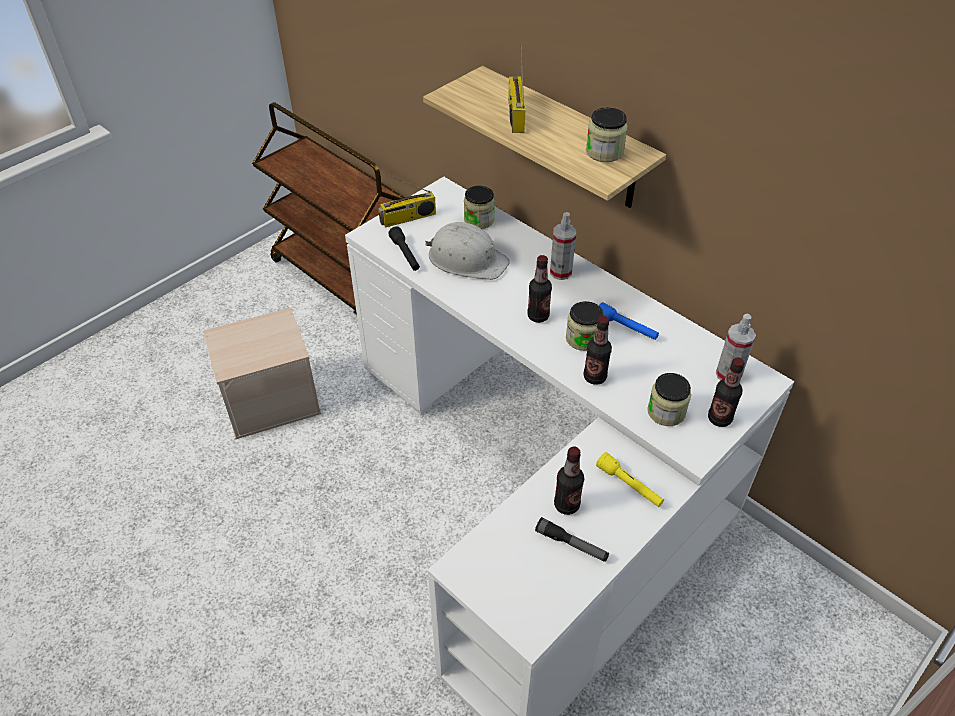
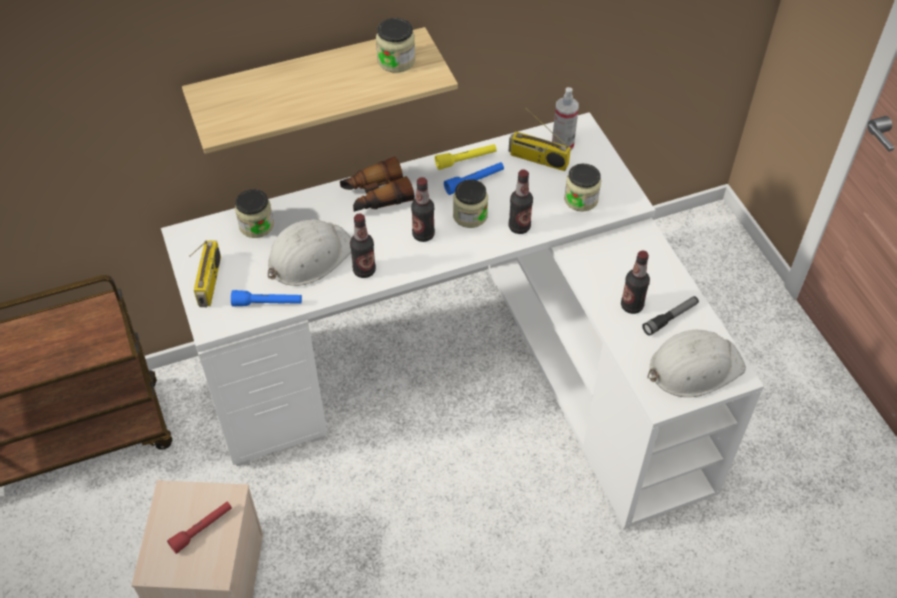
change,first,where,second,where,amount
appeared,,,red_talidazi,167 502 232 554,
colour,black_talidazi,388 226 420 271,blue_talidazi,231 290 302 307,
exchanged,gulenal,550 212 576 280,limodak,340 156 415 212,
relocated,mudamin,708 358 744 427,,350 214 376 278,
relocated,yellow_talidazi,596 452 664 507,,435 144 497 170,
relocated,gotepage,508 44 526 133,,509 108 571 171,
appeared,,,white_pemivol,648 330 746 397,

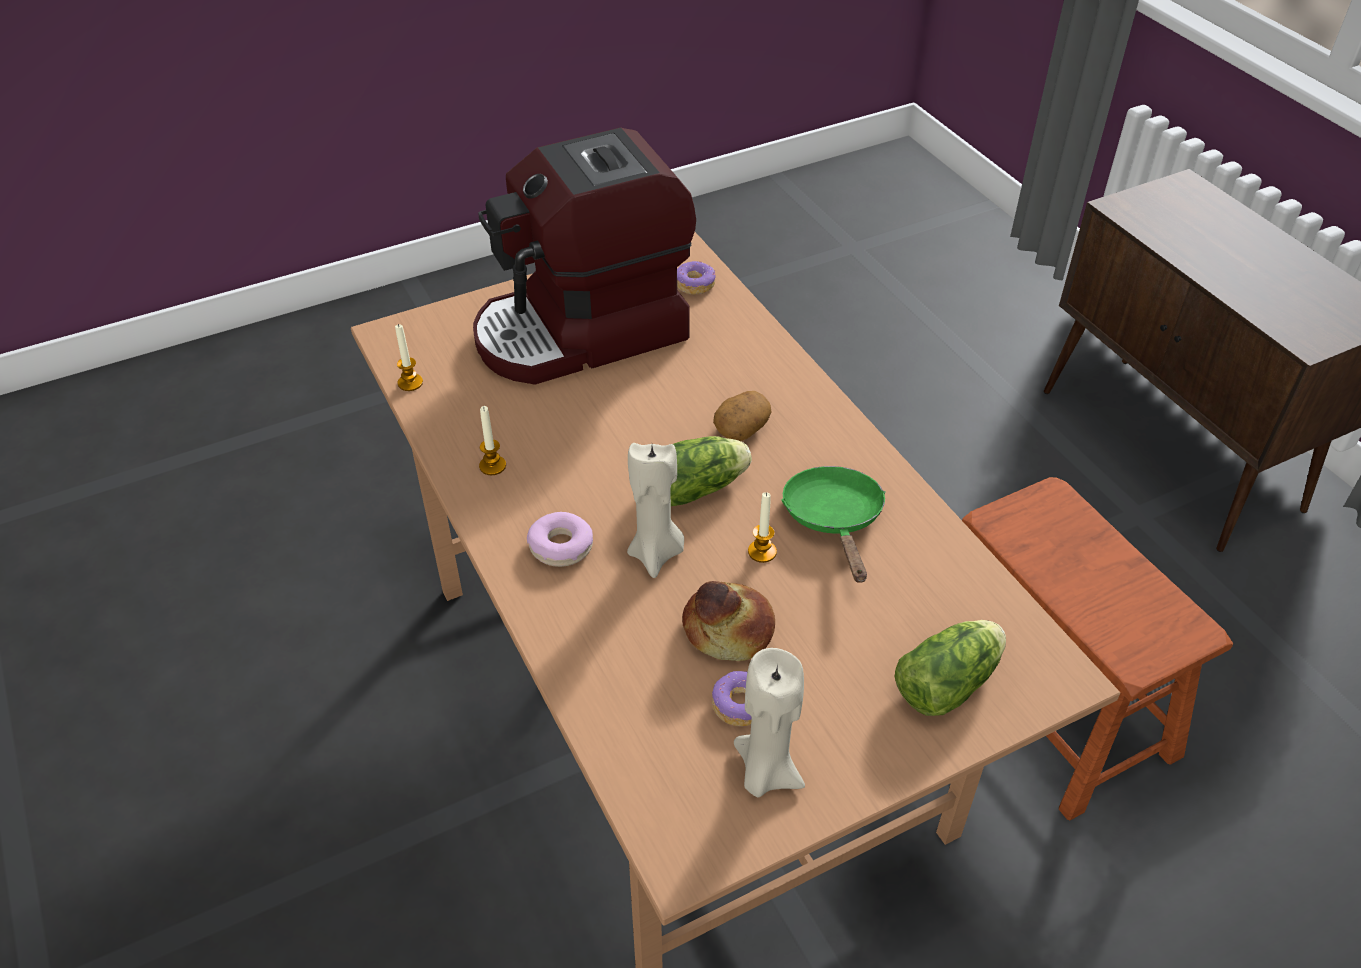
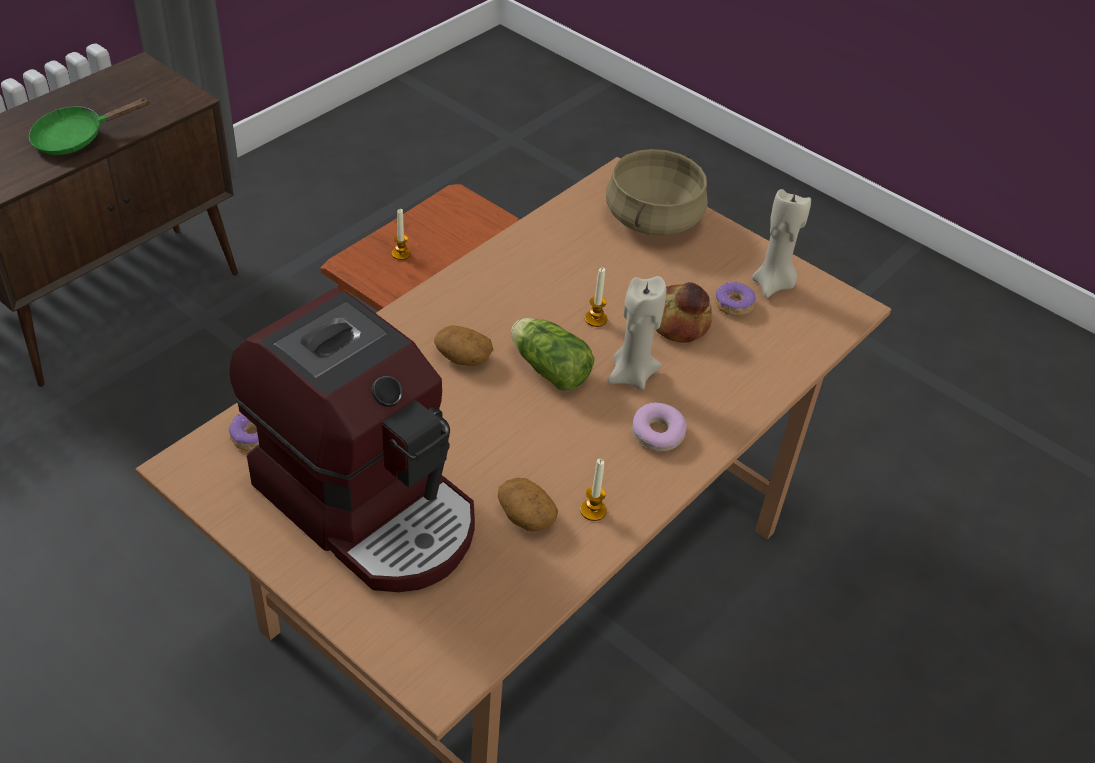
change,first,where,second,where,amount
relocated,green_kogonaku,781 466 886 583,,28 97 151 155,
relocated,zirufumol,395 324 423 391,,392 209 411 260,
appeared,,,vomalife,498 478 558 532,
exchanged,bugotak,895 620 1006 716,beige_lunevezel,606 149 708 236,

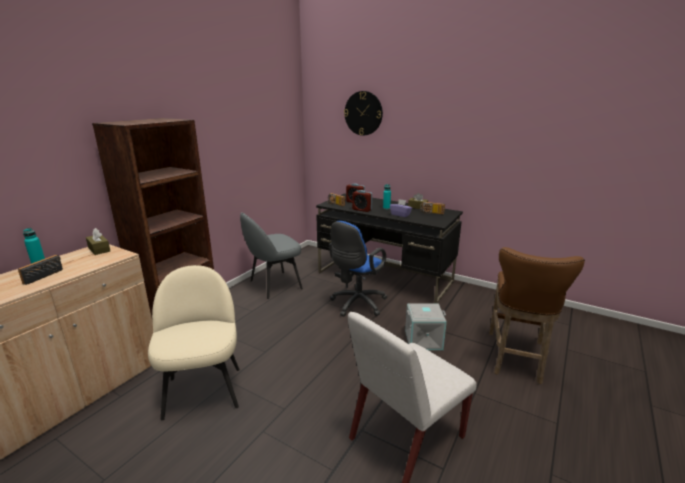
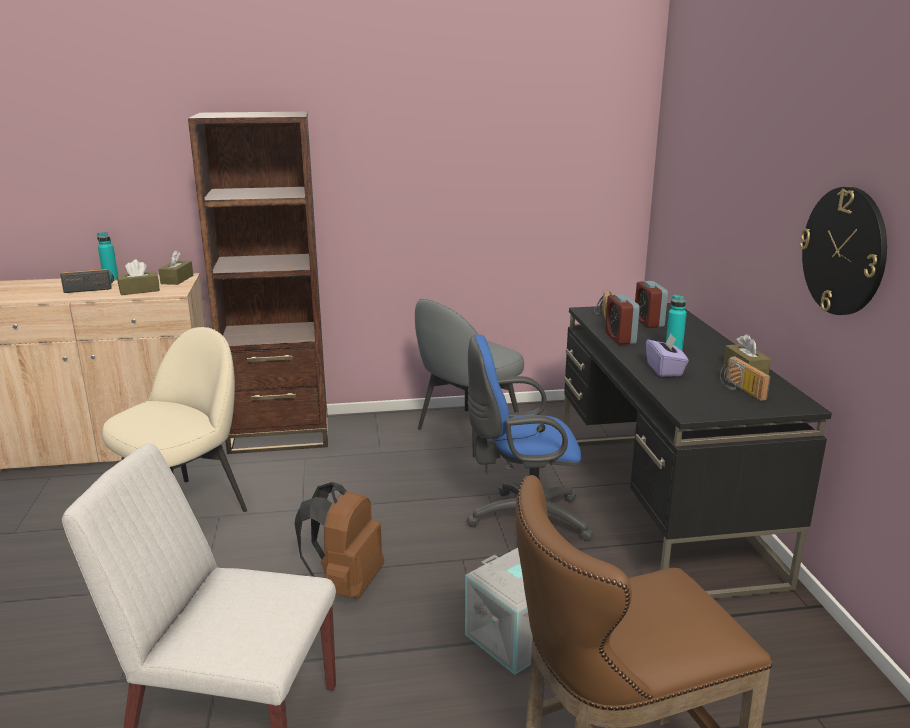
change,first,where,second,where,amount
appeared,,,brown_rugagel,117 260 160 295,
appeared,,,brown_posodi,295 482 384 599,
spun,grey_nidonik,240 212 303 299,,415 299 524 458,60 degrees counterclockwise
relocated,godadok,344 91 383 136,,799 187 887 315,

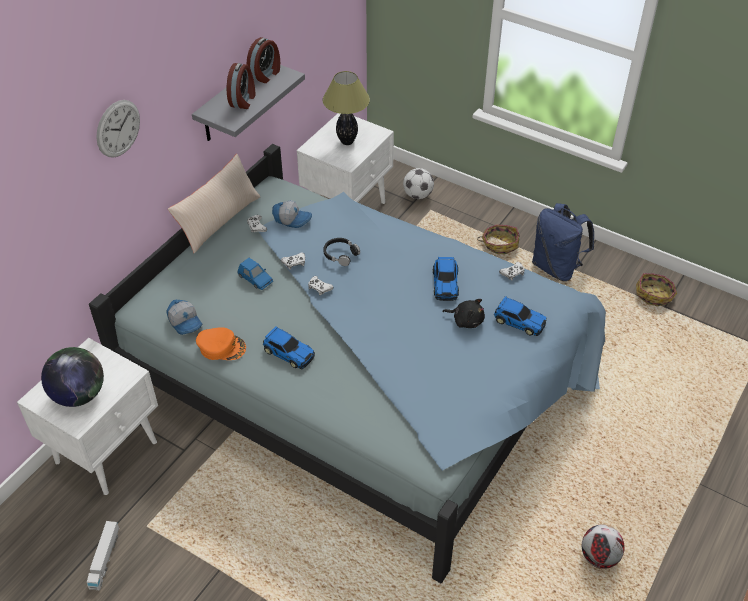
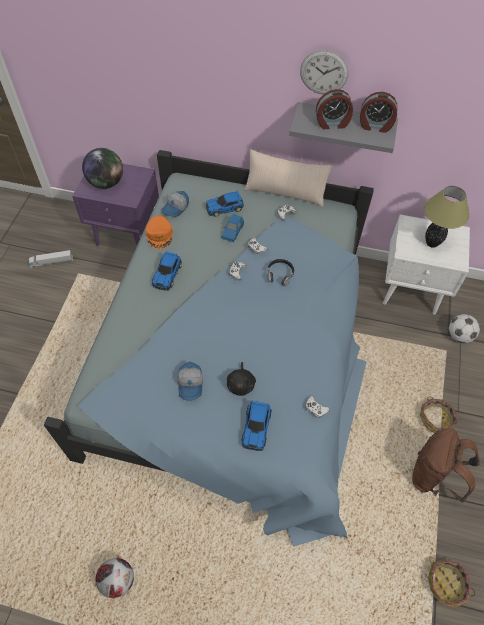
change,first,where,second,where,amount
colour,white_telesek,17 338 158 495,purple_telesek,72 164 159 246,
relocated,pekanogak,272 200 312 228,,177 362 203 401,
relocated,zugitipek,433 257 459 301,,206 191 244 217,
relocated,godadok,96 100 140 158,,300 50 349 94,
colour,blue_posodi,532 203 594 281,brown_posodi,412 428 480 503,

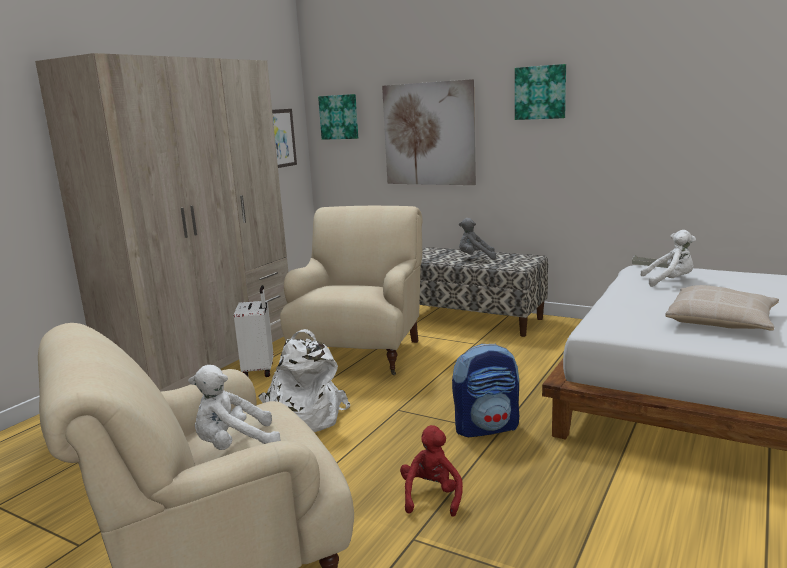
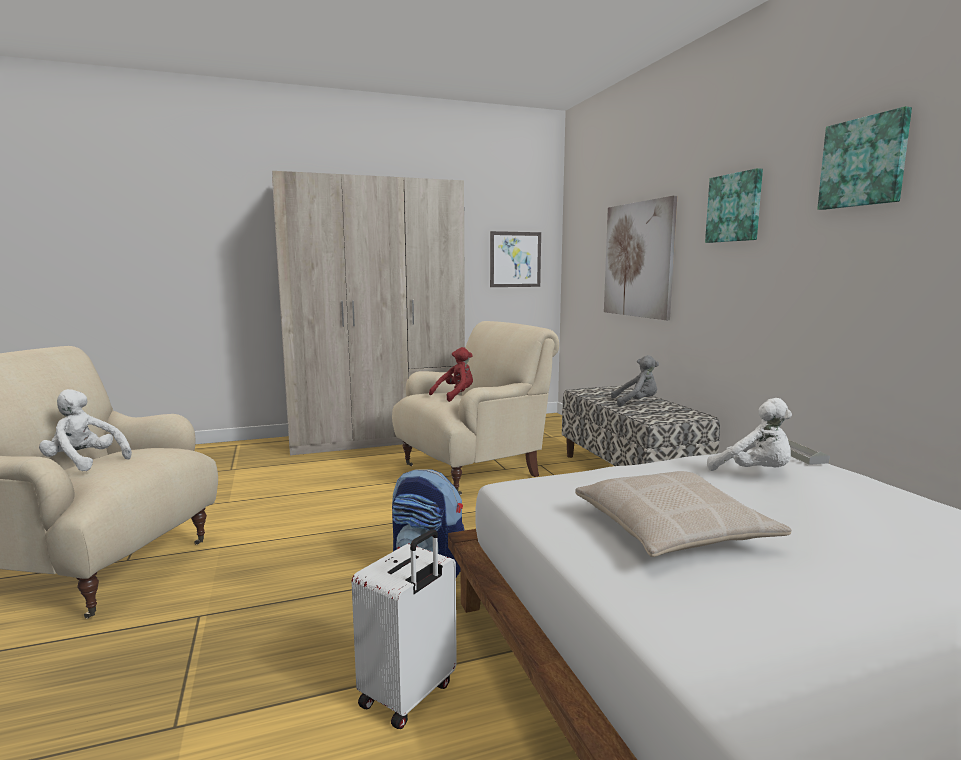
change,first,where,second,where,amount
relocated,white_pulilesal,234 285 274 377,,351 529 457 729,
relocated,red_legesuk,400 425 463 517,,429 347 473 402,
spun,grey_legesuk,459 218 496 259,,611 355 659 407,135 degrees clockwise
relocated,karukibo,318 94 358 140,,817 106 912 210,
missing,white_posodi,258 329 350 432,,,

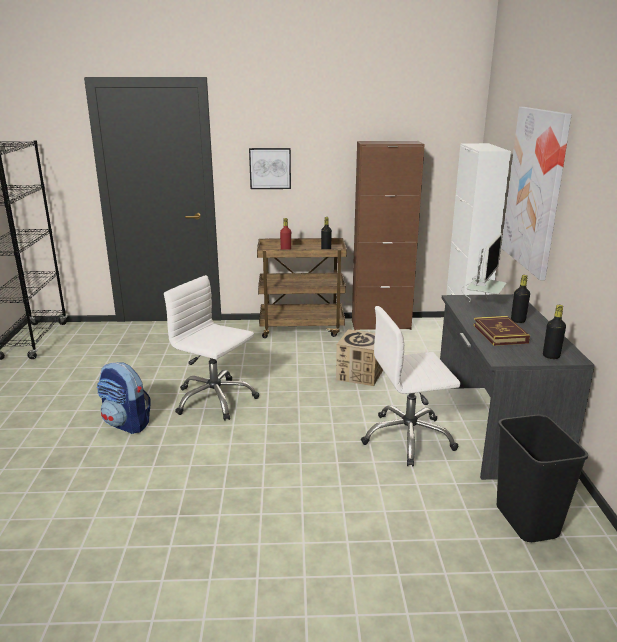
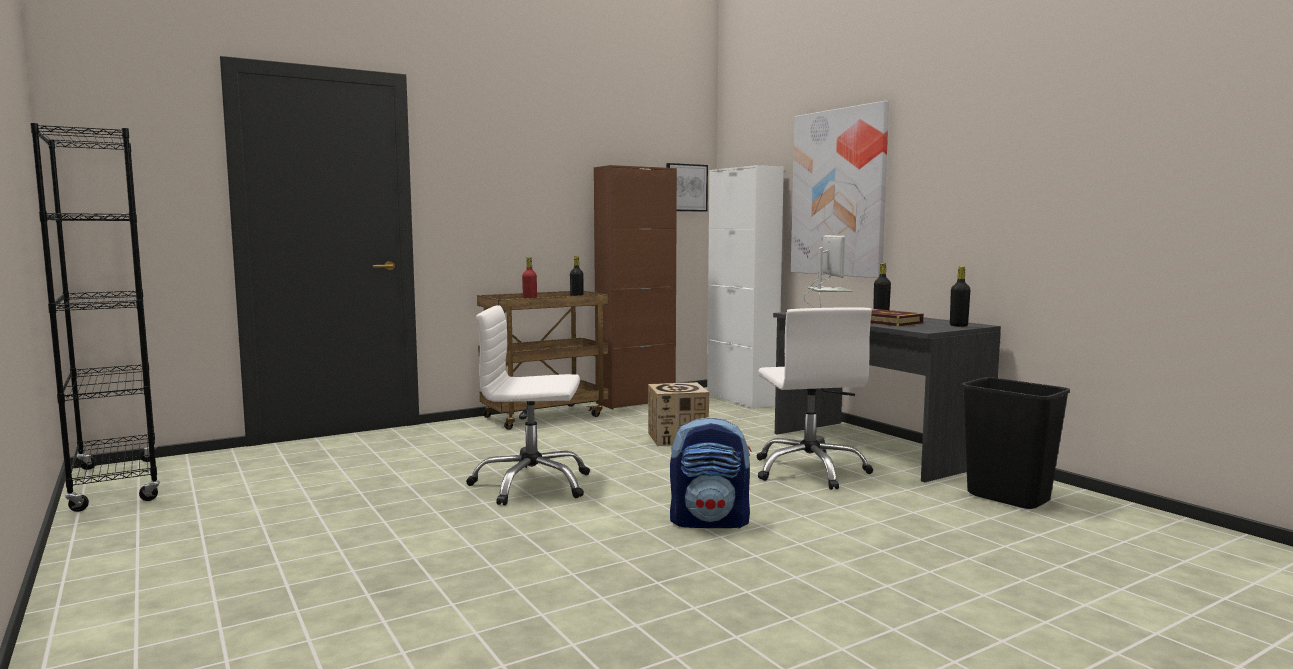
change,first,where,second,where,amount
relocated,karukibo,249 148 291 189,,666 163 708 212,
relocated,posodi,97 362 150 434,,670 417 751 529,
spun,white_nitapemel,361 306 460 467,,757 307 873 490,60 degrees counterclockwise

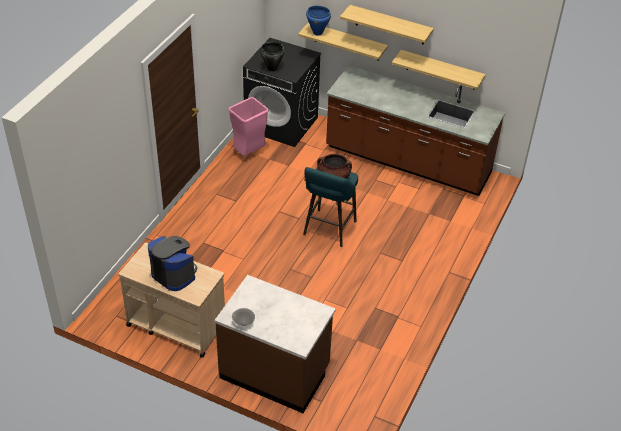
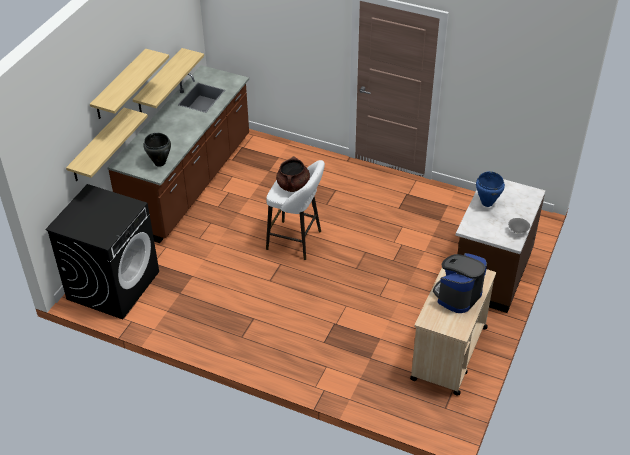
change,first,where,second,where,amount
relocated,black_lunevezel,260 42 285 71,,143 133 171 167,
colour,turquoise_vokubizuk,303 167 358 247,white_vokubizuk,266 160 325 260,
relocated,blue_lunevezel,306 6 331 35,,476 171 505 207,
missing,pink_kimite,228 97 269 156,,,

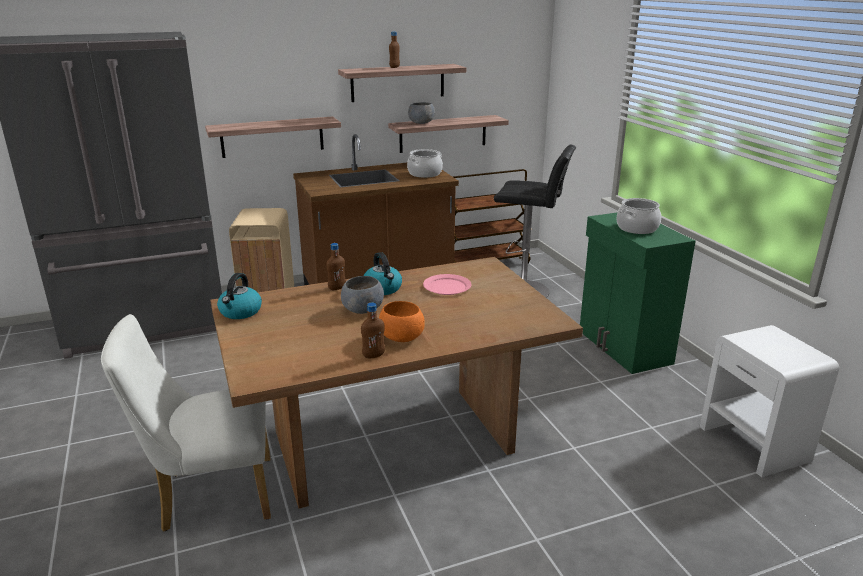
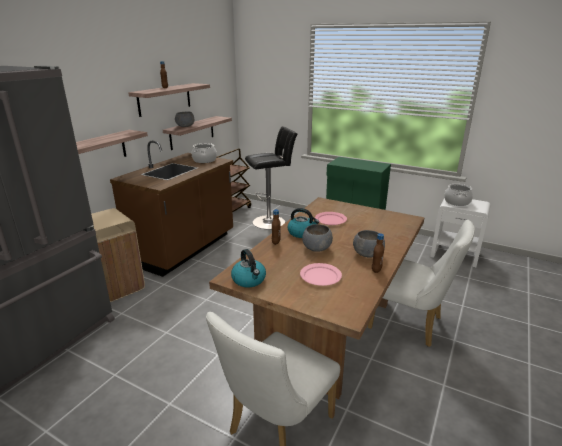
change,first,where,second,where,amount
appeared,,,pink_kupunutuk,300 263 342 286,
colour,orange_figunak,379 301 425 342,grey_figunak,353 230 385 257,
appeared,,,white_nidonik,368 220 474 347,
relocated,lunevezel,617 198 661 234,,444 184 473 206,

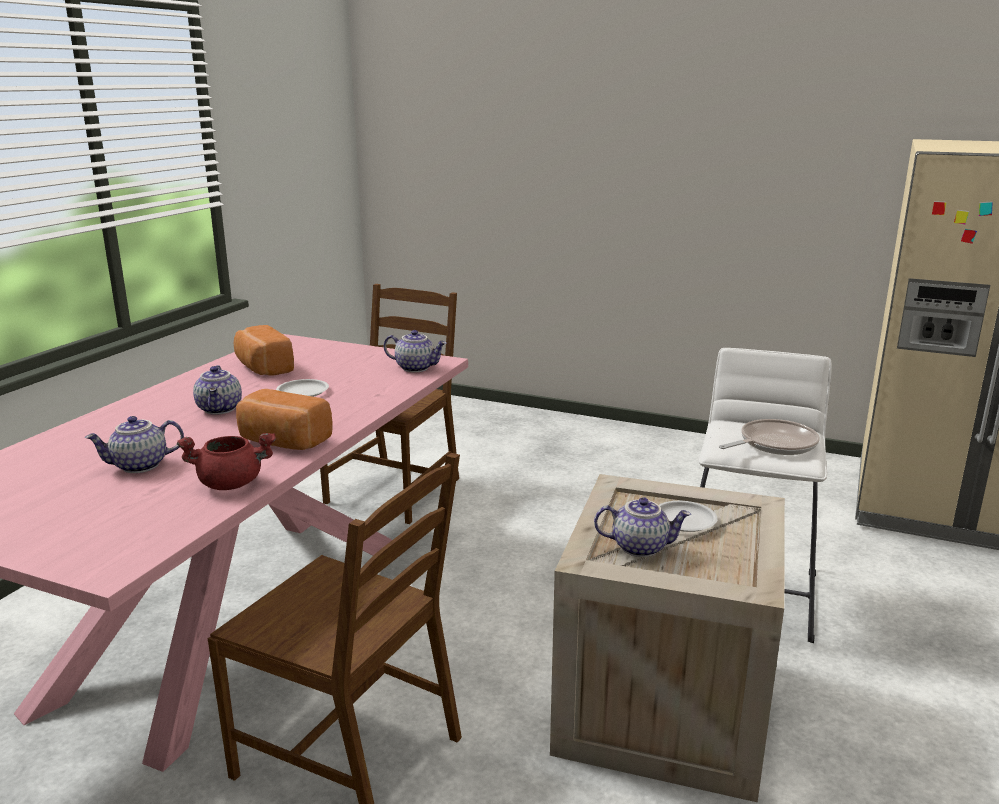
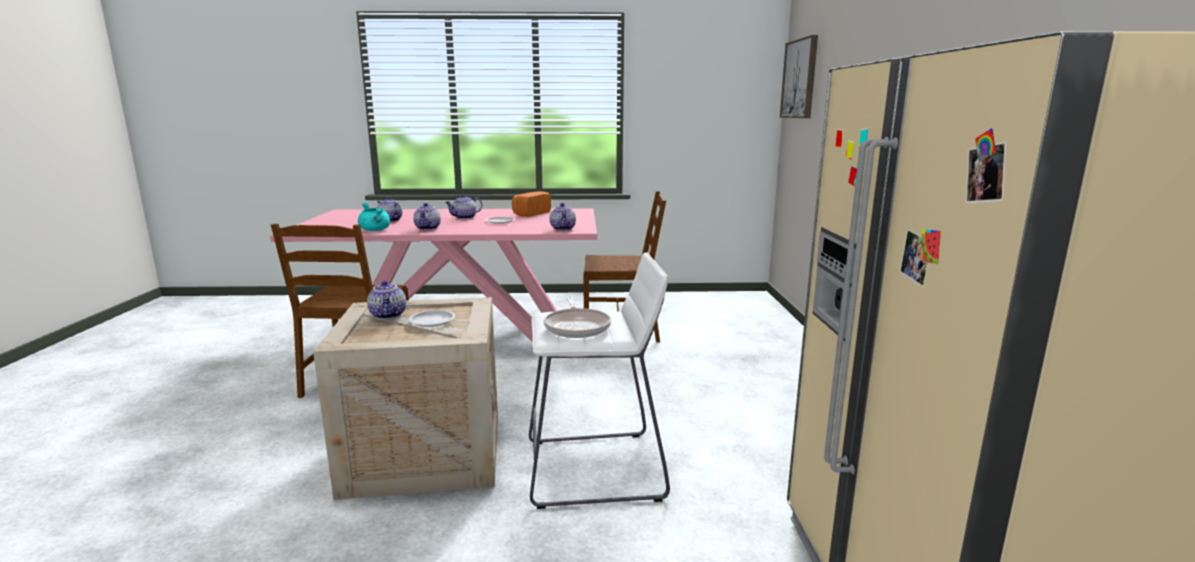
change,first,where,second,where,amount
colour,red_lunevezel,177 433 276 490,turquoise_lunevezel,358 202 390 231,
exchanged,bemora,236 389 333 450,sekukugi,413 203 441 230,
spun,kogonaku,719 419 820 455,,544 297 611 338,45 degrees clockwise
appeared,,,karukibo,780 35 818 118,

